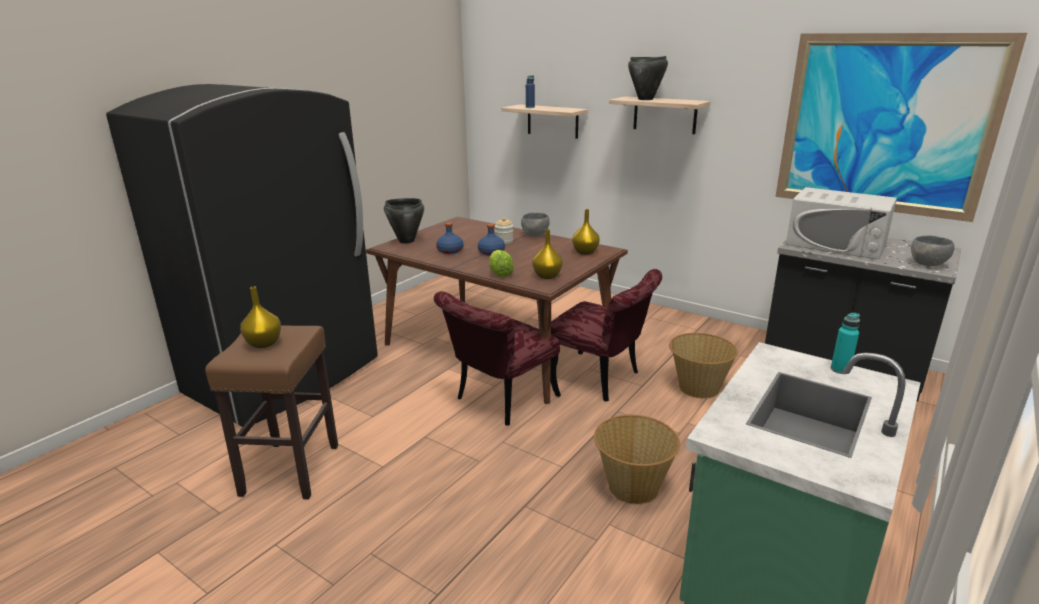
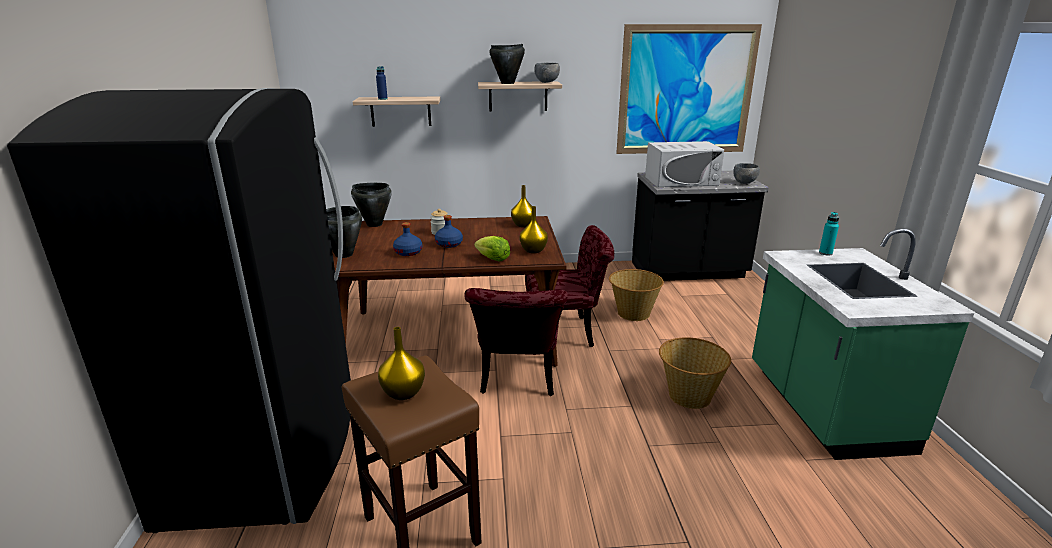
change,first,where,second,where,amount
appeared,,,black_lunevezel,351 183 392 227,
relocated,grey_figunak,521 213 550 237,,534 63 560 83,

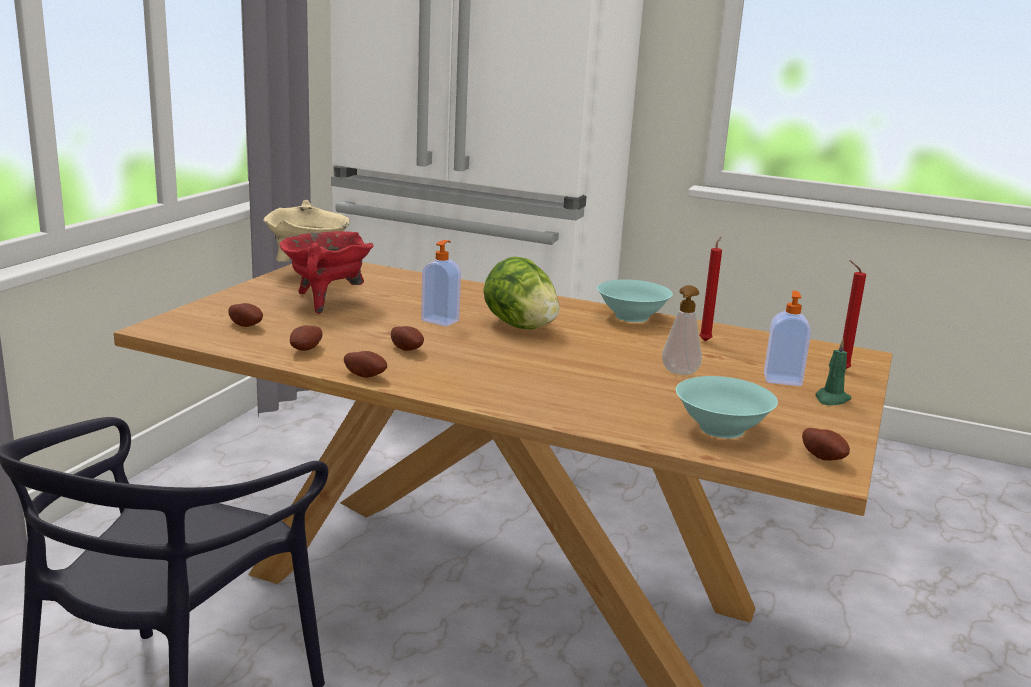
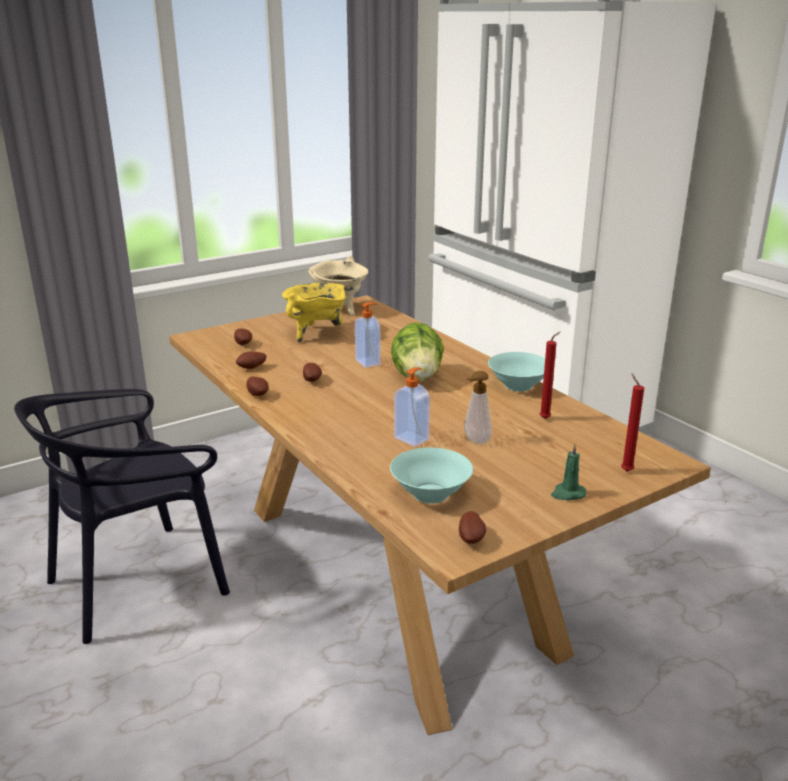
change,first,where,second,where,amount
colour,red_lunevezel,279 231 374 314,yellow_lunevezel,282 283 347 343,
relocated,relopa,764 291 811 386,,394 367 430 447,

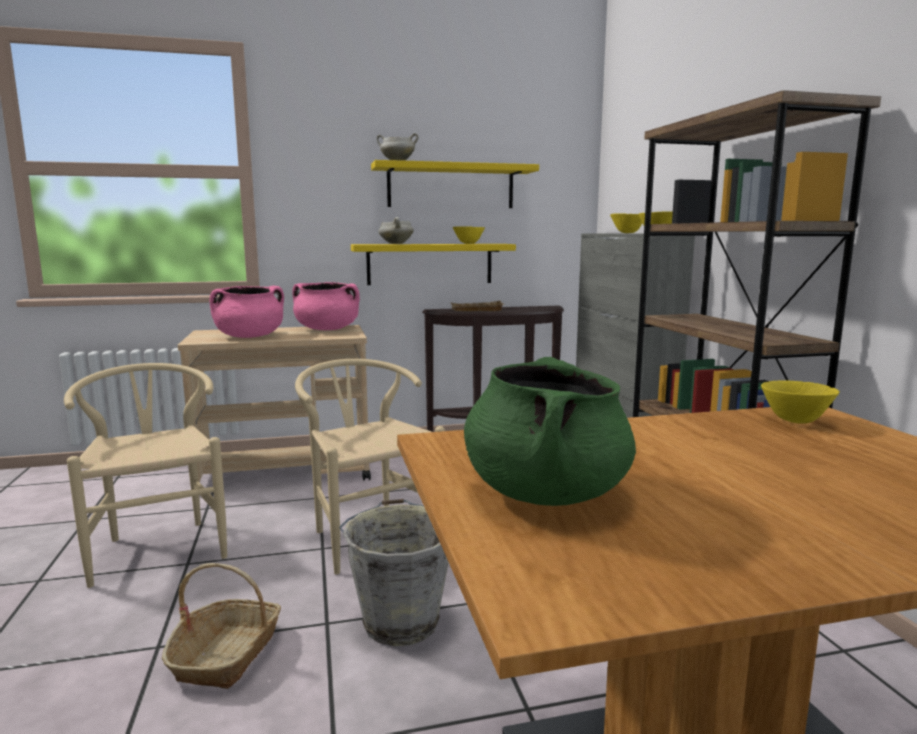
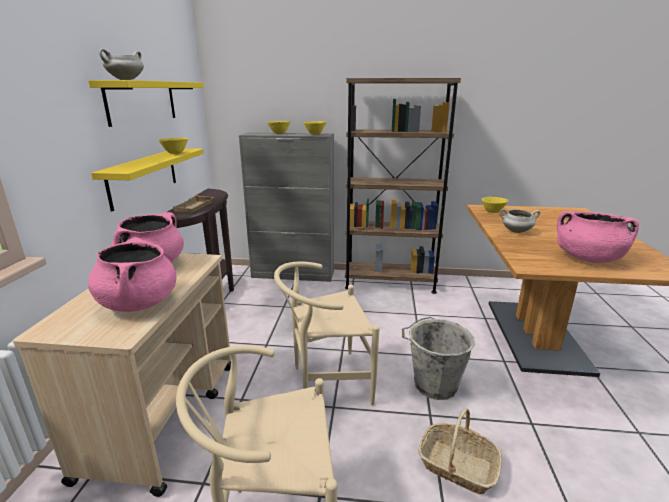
change,first,where,second,where,amount
relocated,white_lunevezel,378 217 414 244,,500 209 540 233,
colour,green_lunevezel,464 357 636 506,pink_lunevezel,557 211 639 263,

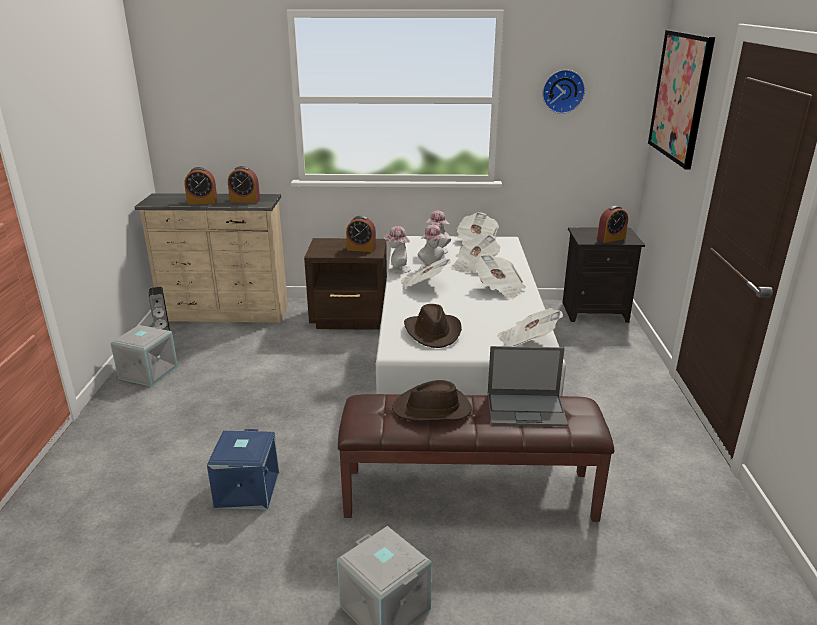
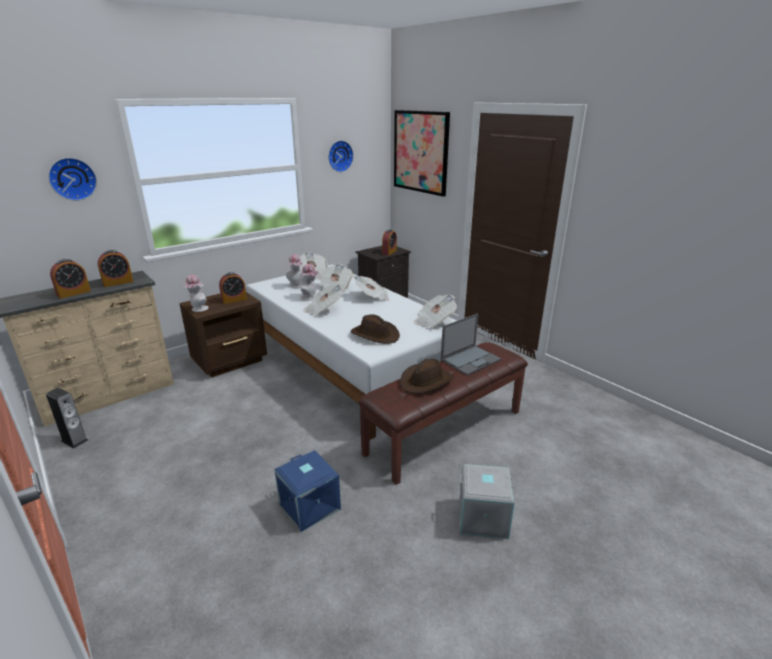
change,first,where,second,where,amount
appeared,,,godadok,48 158 97 201,
relocated,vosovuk,383 226 411 274,,182 275 208 312,
missing,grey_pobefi,110 325 178 387,,,

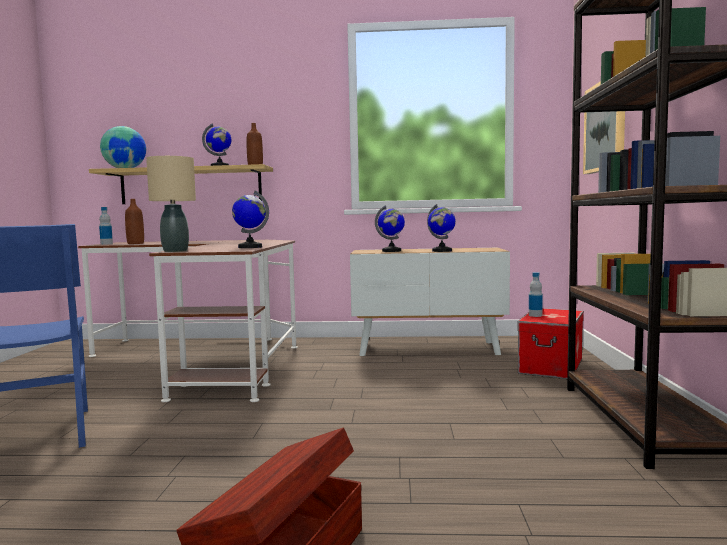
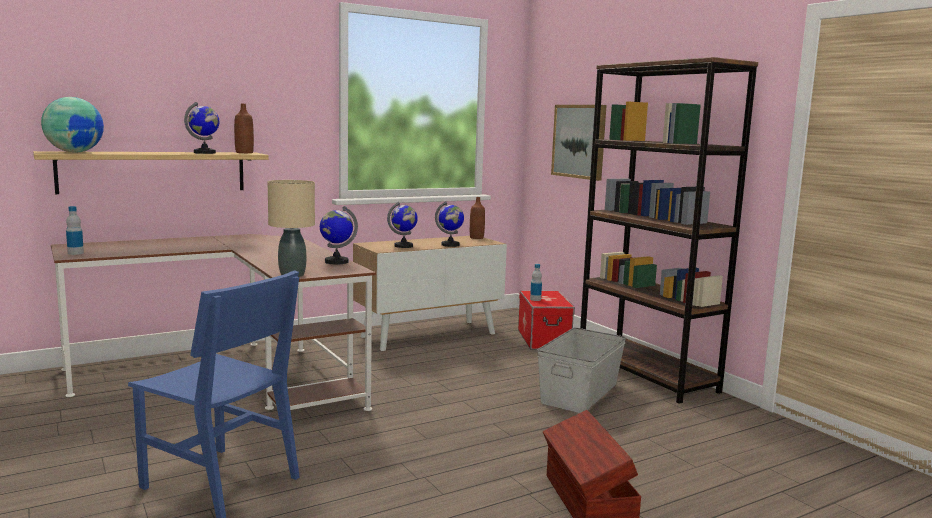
change,first,where,second,where,amount
relocated,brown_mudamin,125 199 144 244,,470 197 485 239,
appeared,,,grey_pobefi,537 327 626 413,

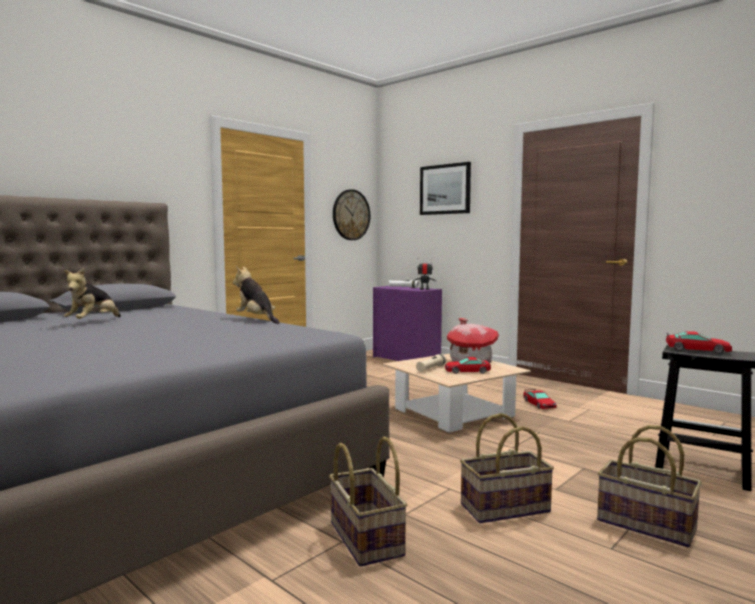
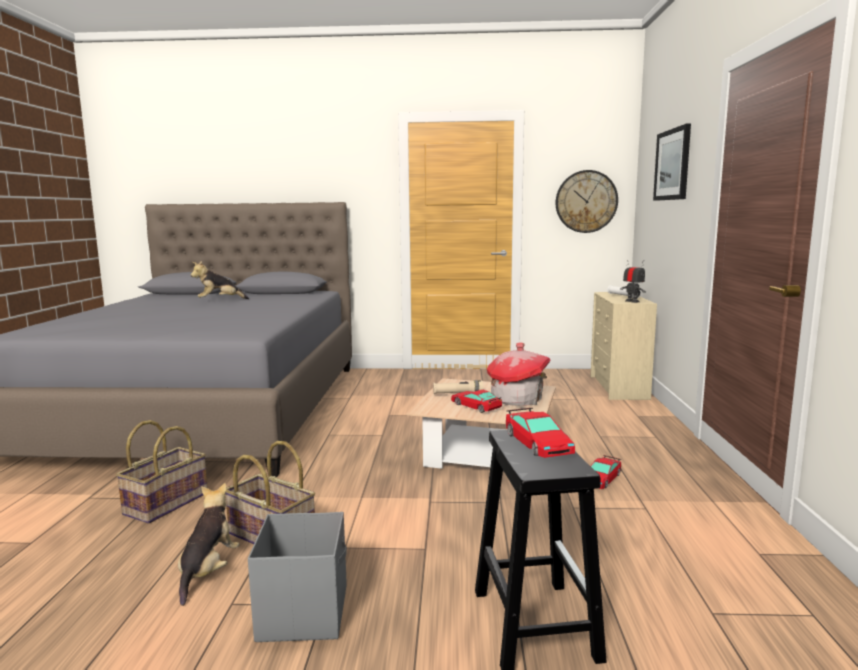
change,first,where,second,where,amount
relocated,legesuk,233 267 280 324,,178 483 240 606,
exchanged,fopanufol,597 425 702 548,grey_pobefi,248 512 347 642,
colour,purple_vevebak,373 286 442 361,beige_vevebak,591 292 657 400,

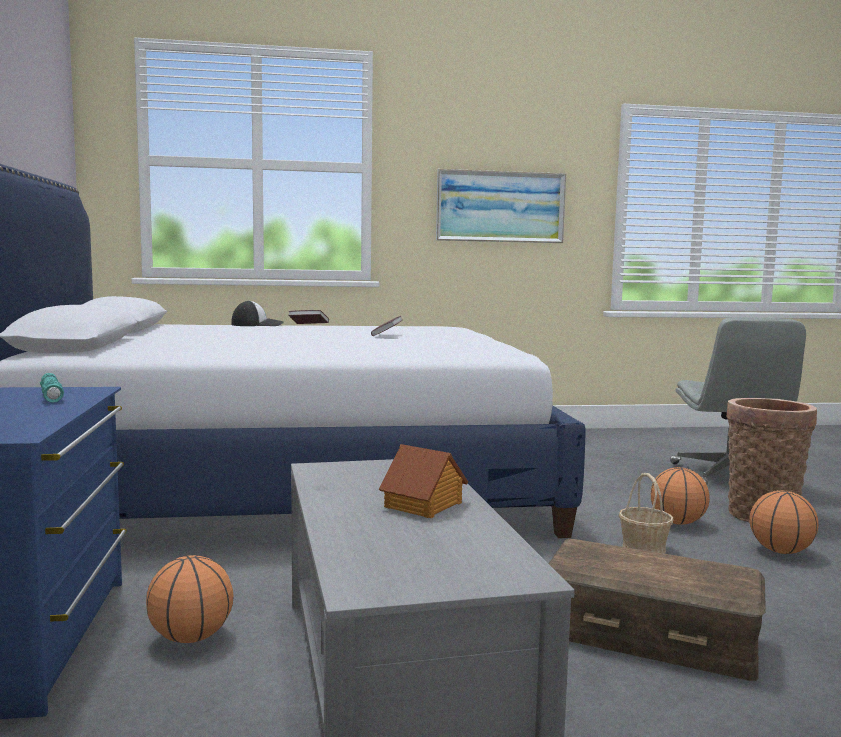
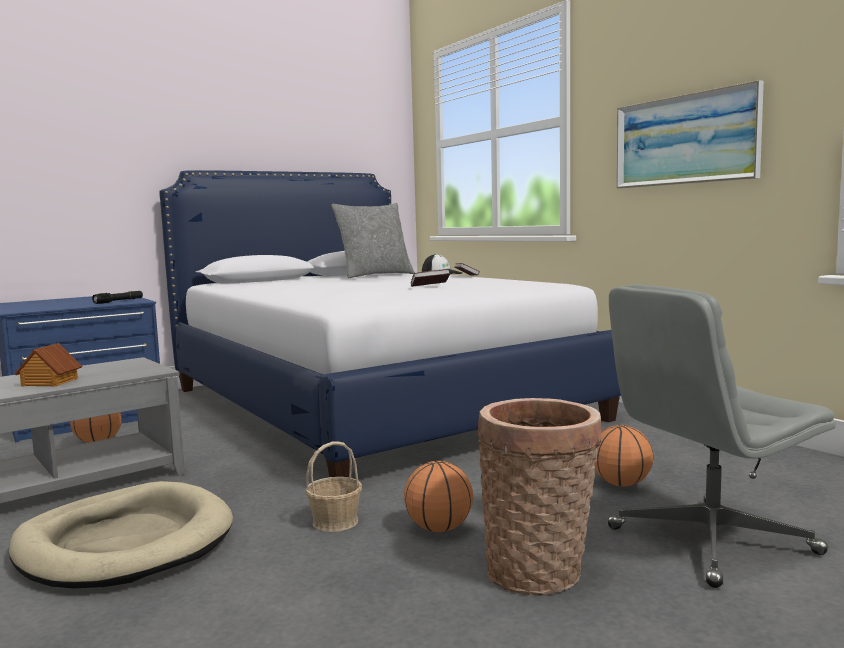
change,first,where,second,where,amount
exchanged,brown_pobefi,548 539 766 681,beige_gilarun,9 481 233 588,
colour,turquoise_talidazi,40 373 64 403,black_talidazi,92 291 143 304,
appeared,,,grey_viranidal,331 203 415 278,
relocated,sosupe,749 490 819 554,,594 425 653 486,

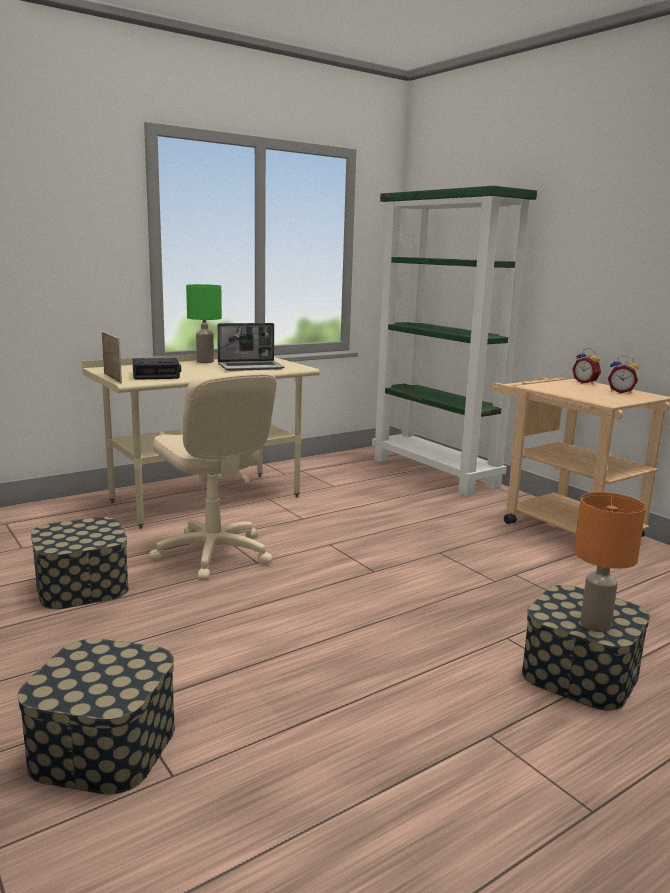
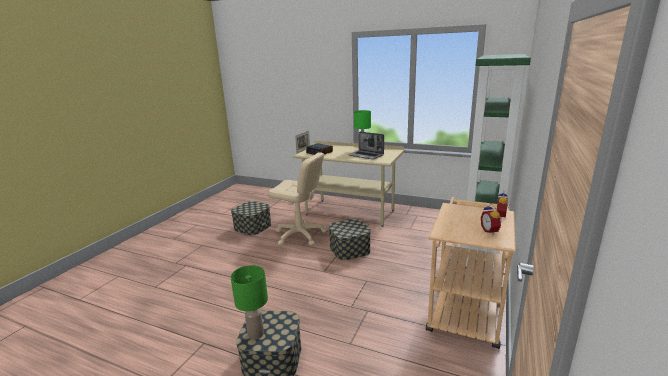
change,first,where,second,where,amount
colour,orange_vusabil,574 492 646 632,green_vusabil,231 265 268 340,
spun,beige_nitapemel,149 370 277 581,,268 153 327 246,90 degrees counterclockwise
relocated,pobefi,17 639 175 795,,329 219 371 260,

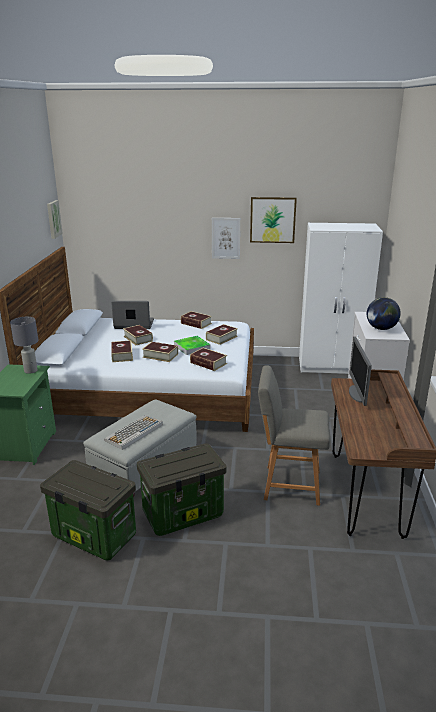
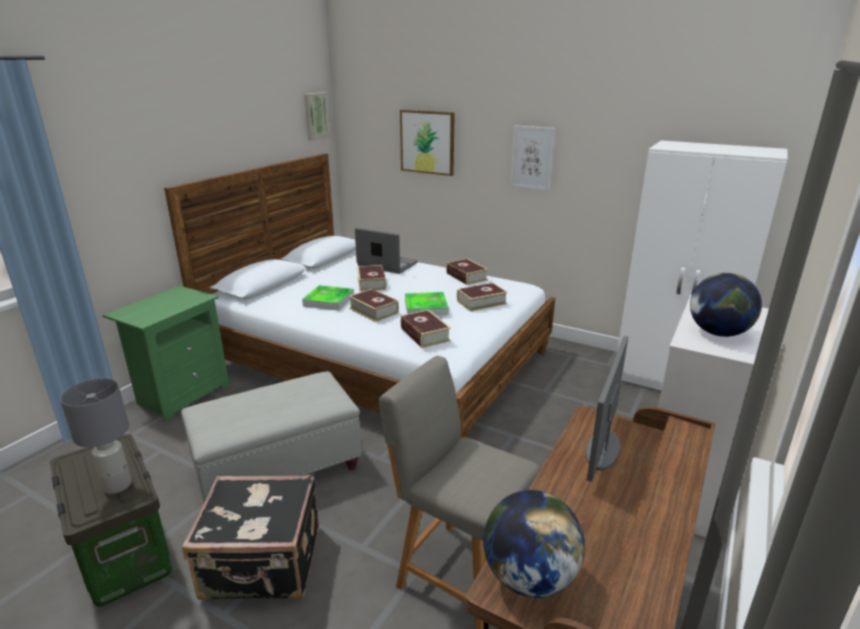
change,first,where,second,where,amount
relocated,grey_vusabil,10 317 39 374,,60 378 132 494,
exchanged,pobefi,137 443 227 536,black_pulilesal,182 475 319 600,
exchanged,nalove,111 340 133 362,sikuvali,302 285 354 311,
relocated,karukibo,250 197 297 243,,400 110 455 176,
appeared,,,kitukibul,483 490 585 598,
missing,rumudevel,104 415 163 450,,,

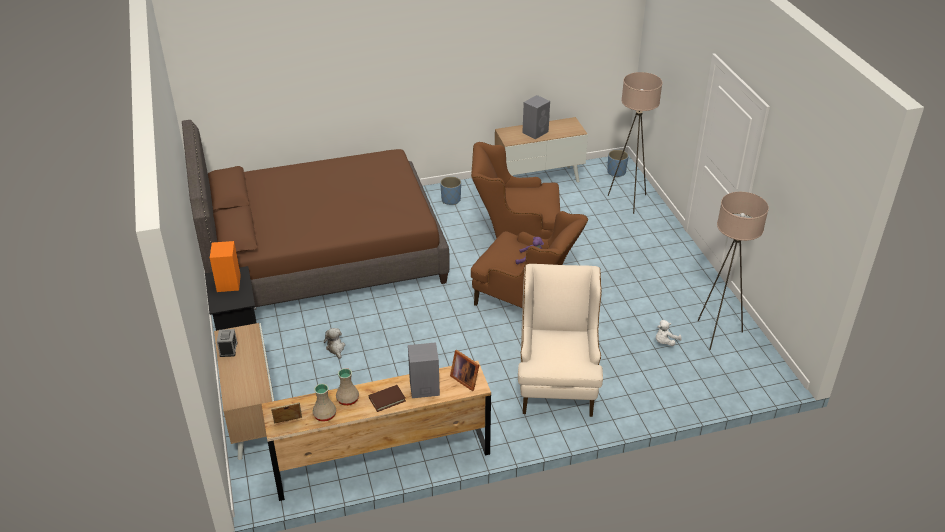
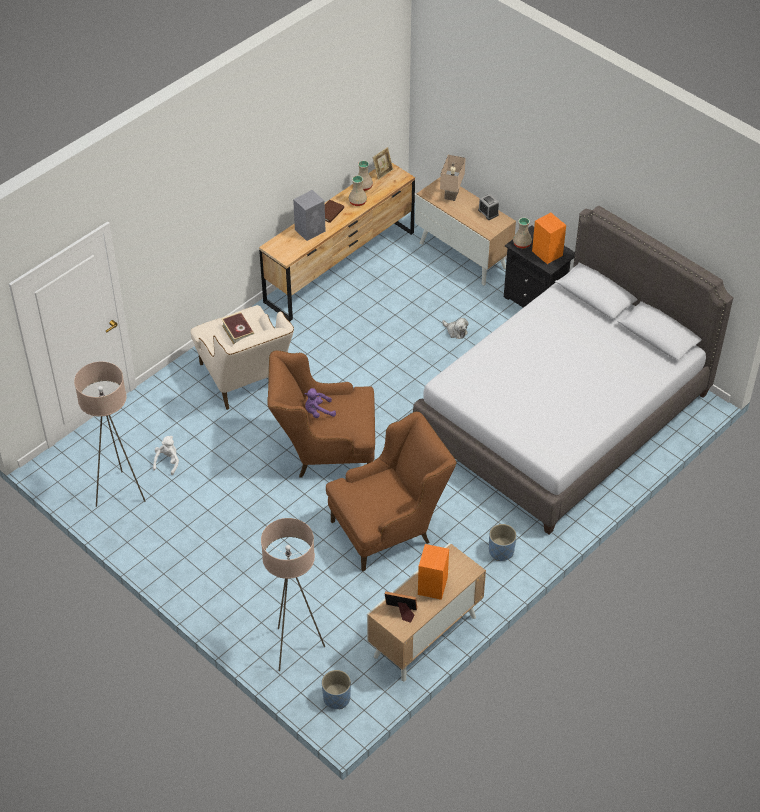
change,first,where,second,where,amount
appeared,,,nalove,221 312 254 345,
relocated,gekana,450 350 479 391,,385 591 417 623,
colour,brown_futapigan,182 120 450 307,grey_futapigan,413 206 733 534,
colour,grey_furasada,522 95 550 139,orange_furasada,418 544 449 600,
appeared,,,beige_vusabil,440 155 466 201,
appeared,,,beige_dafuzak,513 217 532 249,

